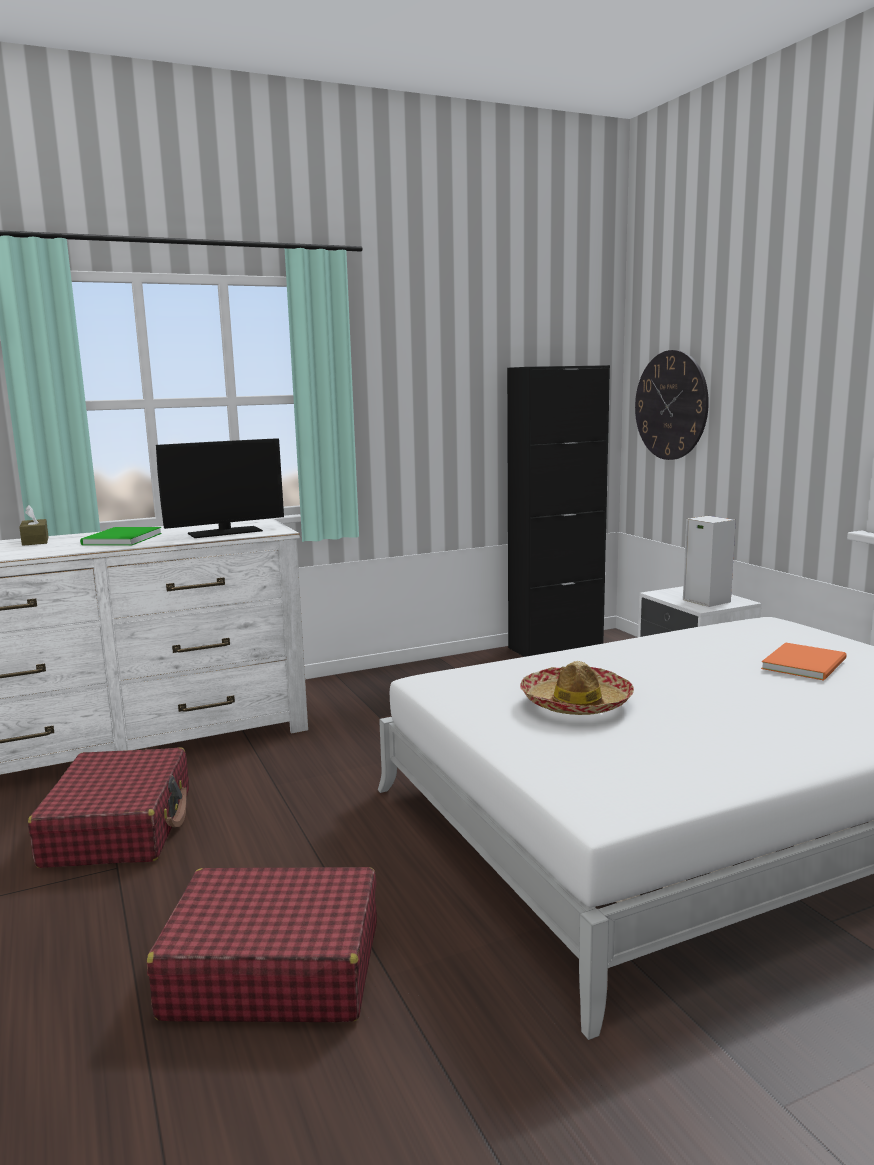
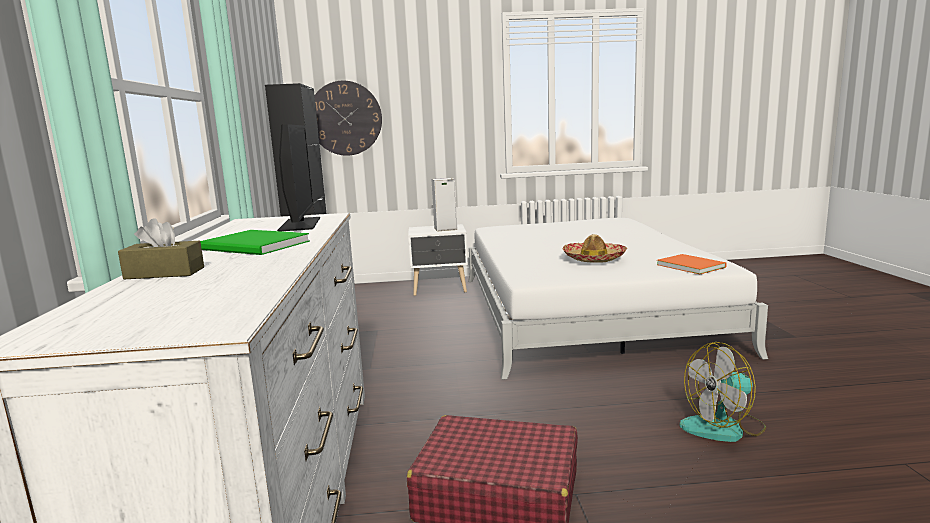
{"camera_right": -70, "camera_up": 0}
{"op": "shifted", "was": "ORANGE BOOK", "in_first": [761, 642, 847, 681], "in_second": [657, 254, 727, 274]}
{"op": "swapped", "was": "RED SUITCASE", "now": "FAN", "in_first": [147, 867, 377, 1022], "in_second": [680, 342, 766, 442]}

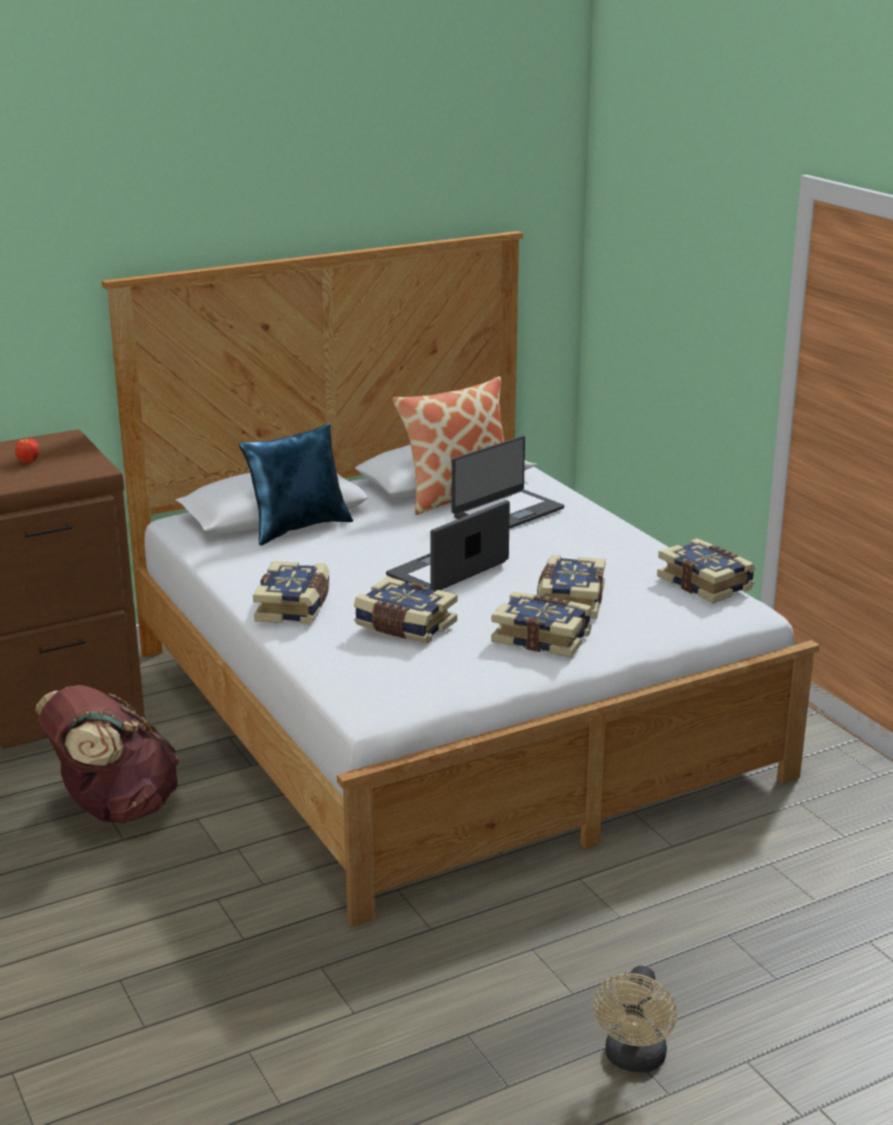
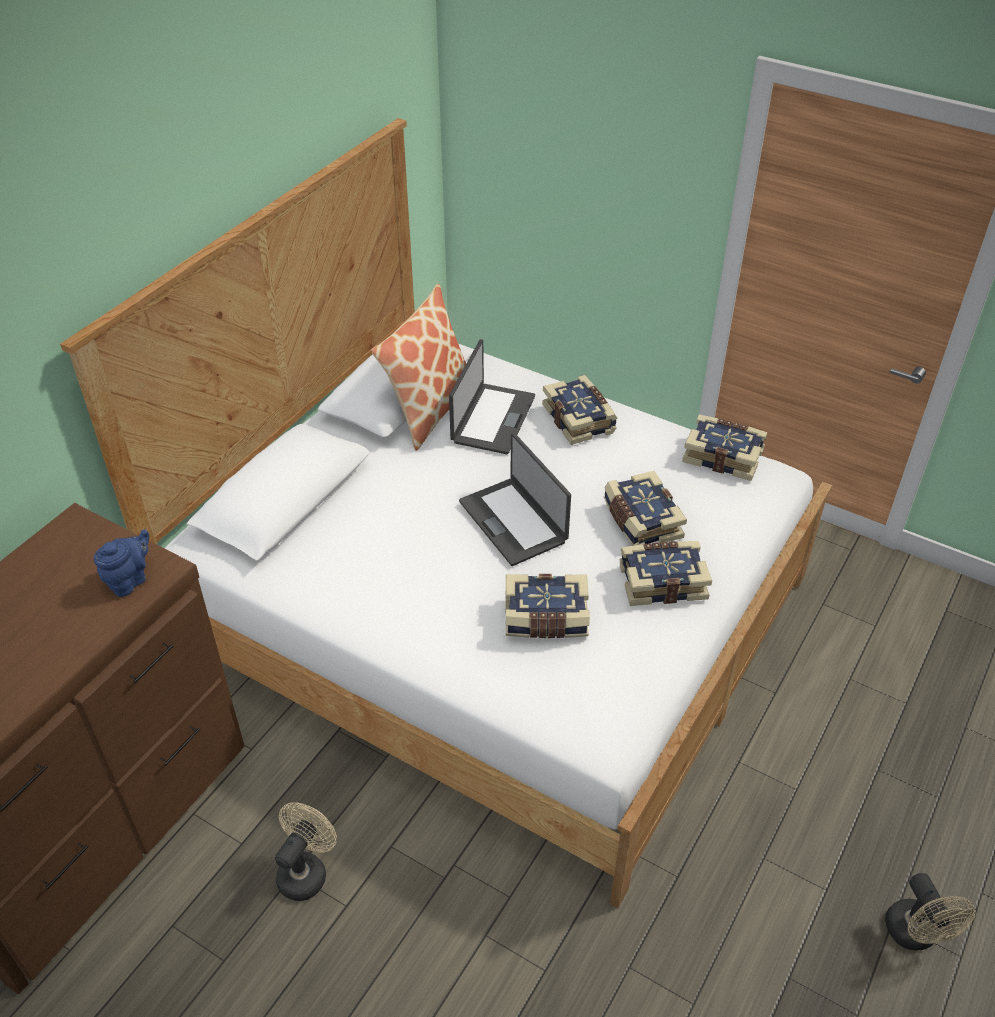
{"camera_right": -30, "camera_up": 20}
{"op": "new", "now": "BLUE TEAPOT", "in_second": [93, 529, 149, 597]}
{"op": "swapped", "was": "BROWN BACKPACK", "now": "BEIGE FAN", "in_first": [36, 685, 180, 823], "in_second": [275, 802, 337, 901]}
{"op": "rotated", "was": "LAPTOP", "in_first": [386, 500, 510, 591], "in_second": [459, 433, 571, 566], "clockwise": -45}
{"op": "shifted", "was": "BOOK", "in_first": [253, 561, 330, 625], "in_second": [542, 375, 617, 445]}
{"op": "gone", "was": "APPLE", "in_first": [15, 438, 39, 463]}
{"op": "gone", "was": "BLUE PILLOW", "in_first": [239, 423, 353, 546]}

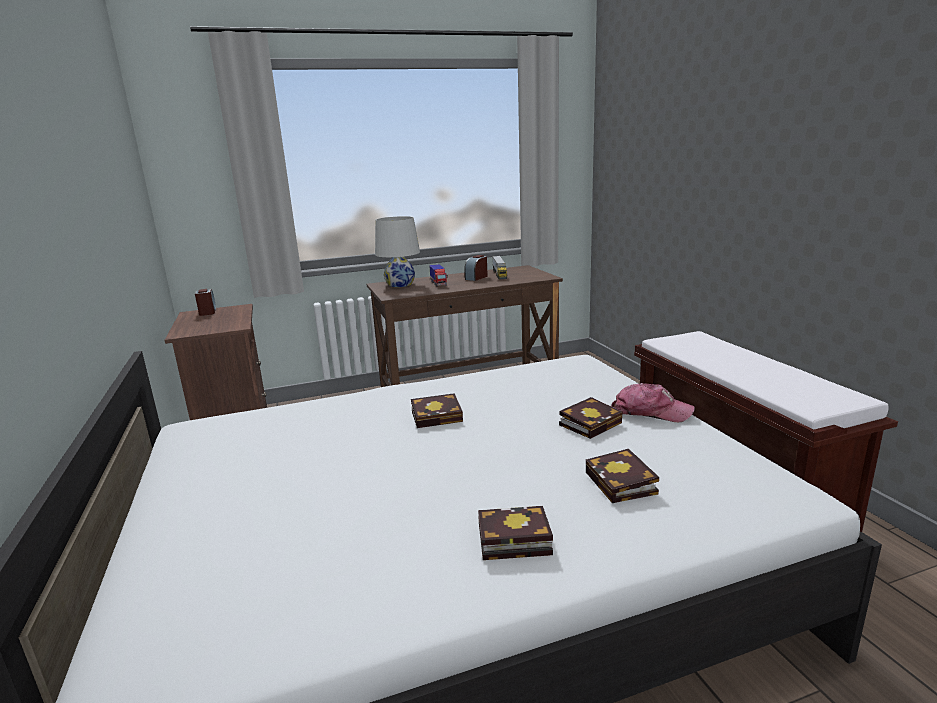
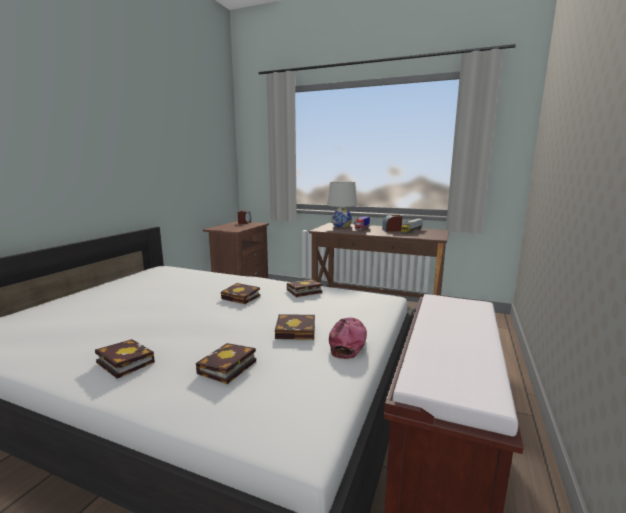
{"camera_right": 40, "camera_up": -5}
{"op": "new", "now": "BOOK", "in_second": [287, 279, 322, 297]}
{"op": "rotated", "was": "CAP", "in_first": [611, 383, 695, 422], "in_second": [329, 317, 367, 359], "clockwise": -135}

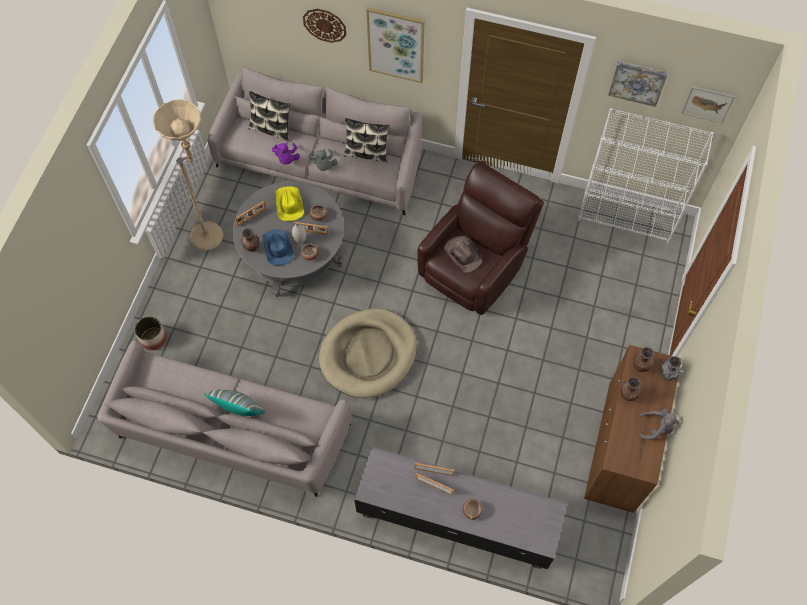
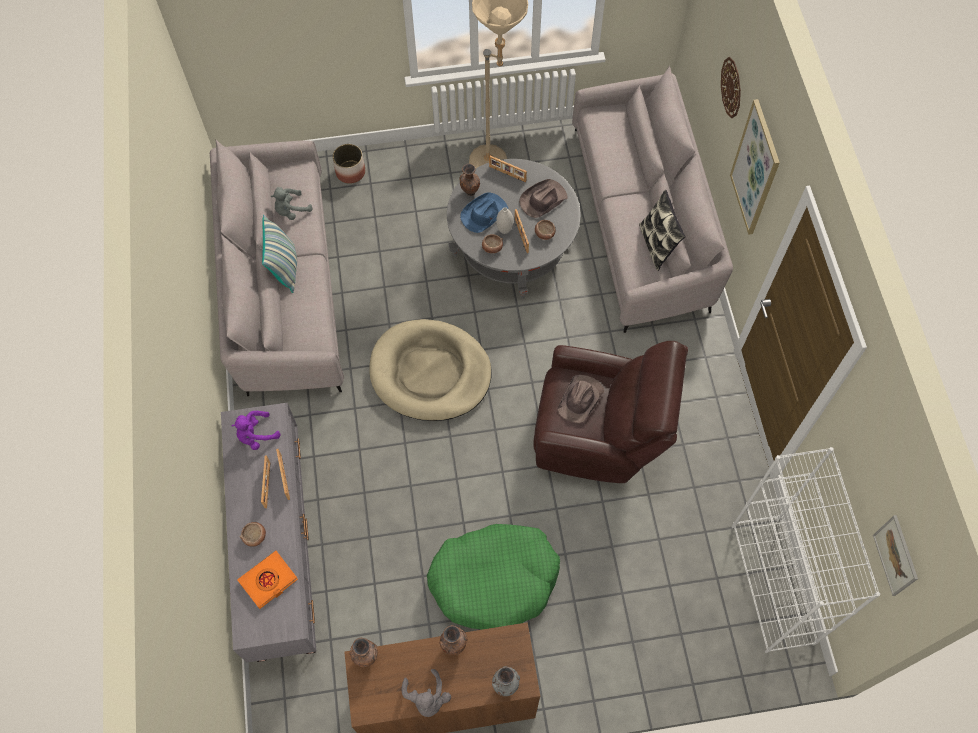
{"camera_right": 65, "camera_up": 0}
{"op": "shifted", "was": "PURPLE PLUSH TOY", "in_first": [272, 142, 300, 165], "in_second": [231, 411, 280, 450]}
{"op": "new", "now": "ORANGE BOOK", "in_second": [237, 550, 298, 609]}
{"op": "shifted", "was": "GREY PLUSH TOY", "in_first": [309, 149, 338, 171], "in_second": [271, 187, 313, 220]}
{"op": "shifted", "was": "BROWN VASE", "in_first": [633, 347, 654, 372], "in_second": [350, 638, 378, 667]}
{"op": "new", "now": "GREEN DOG BED", "in_second": [427, 524, 560, 630]}
{"op": "repainted", "was": "YELLOW HAT", "now": "BROWN HAT", "in_first": [275, 186, 304, 221], "in_second": [519, 179, 567, 218]}
{"op": "gone", "was": "PILLOW", "in_first": [248, 91, 291, 142]}
{"op": "gone", "was": "PICTURE", "in_first": [608, 61, 668, 107]}

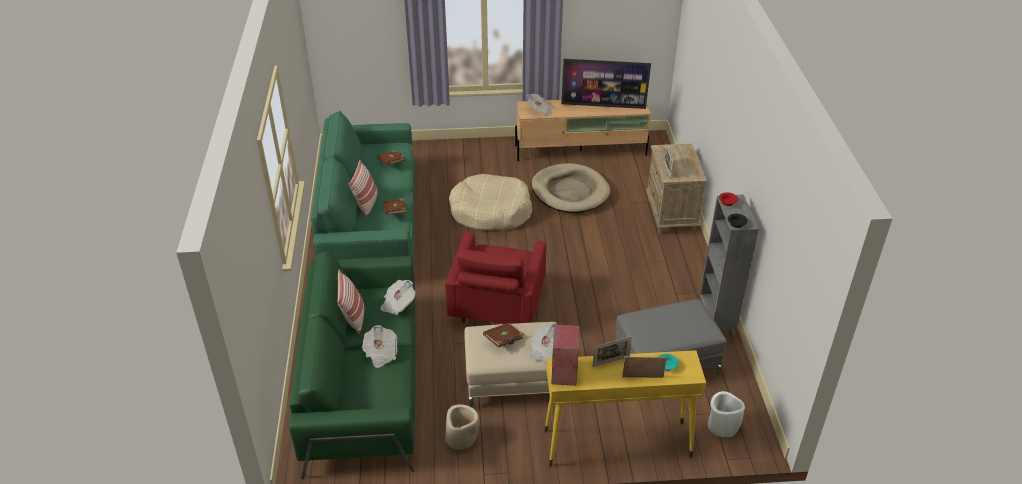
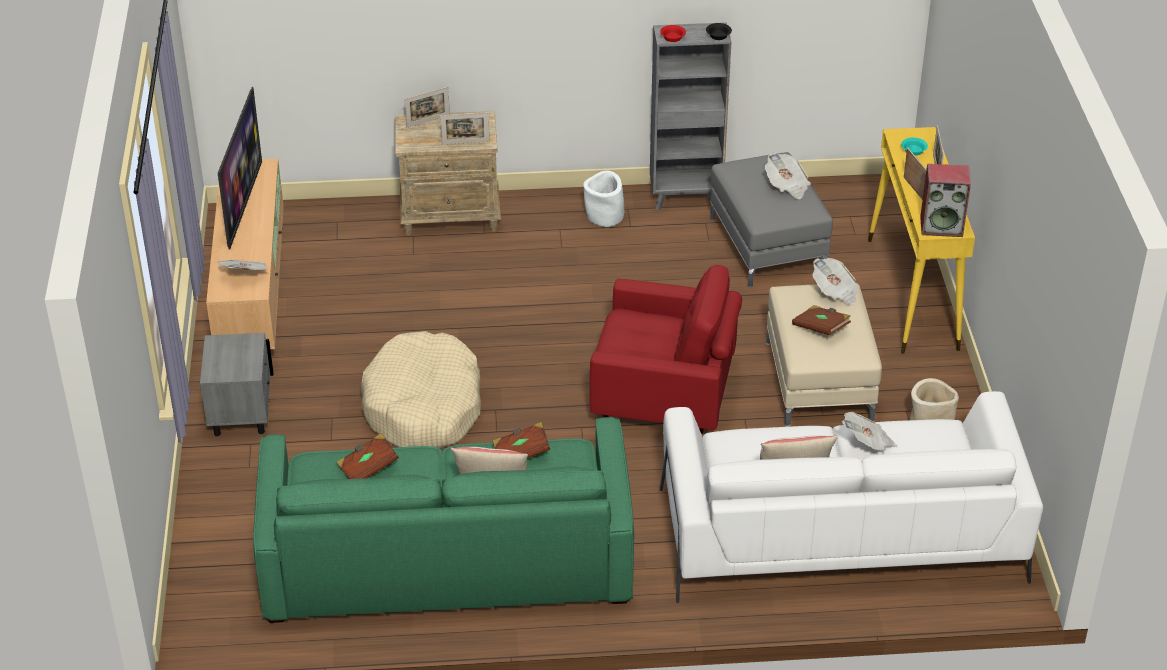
{"camera_right": -90, "camera_up": 0}
{"op": "new", "now": "GREY NIGHTSTAND", "in_second": [200, 333, 270, 437]}
{"op": "new", "now": "PICTURE FRAME", "in_second": [404, 87, 450, 127]}
{"op": "shifted", "was": "WHITE PLANTER", "in_first": [708, 391, 745, 437], "in_second": [583, 171, 624, 227]}
{"op": "repainted", "was": "GREEN SOFA", "now": "WHITE SOFA", "in_first": [289, 252, 415, 479], "in_second": [660, 391, 1043, 603]}
{"op": "shifted", "was": "NEWSPAPER", "in_first": [380, 280, 415, 315], "in_second": [764, 153, 811, 199]}
{"op": "gone", "was": "BEIGE DOG BED", "in_first": [532, 163, 610, 213]}

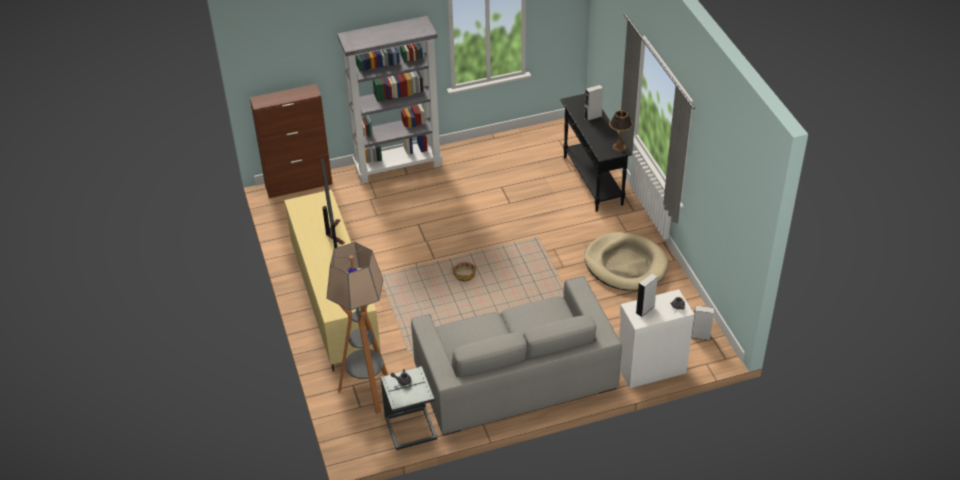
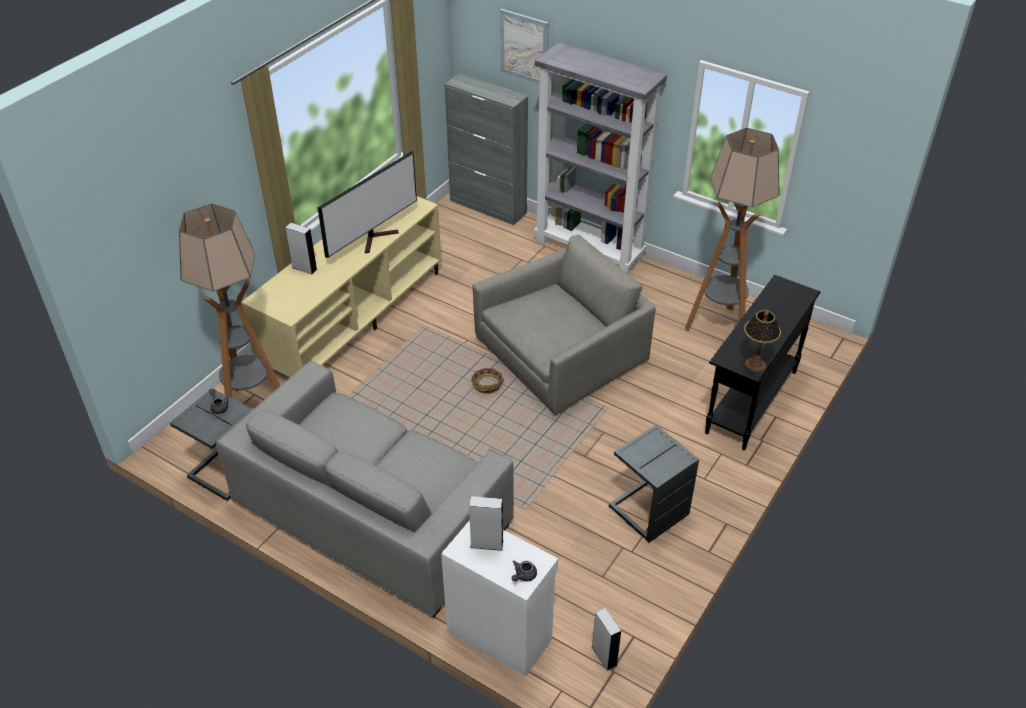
{"camera_right": 50, "camera_up": 0}
{"op": "shifted", "was": "GREY SPEAKER", "in_first": [584, 85, 604, 121], "in_second": [285, 223, 317, 274]}
{"op": "repainted", "was": "BROWN CABINET", "now": "GREY CABINET", "in_first": [250, 84, 332, 198], "in_second": [444, 73, 528, 225]}
{"op": "new", "now": "GREY ARMCHAIR", "in_second": [472, 235, 656, 415]}
{"op": "new", "now": "PICTURE", "in_second": [500, 9, 549, 84]}
{"op": "swapped", "was": "BEIGE DOG BED", "now": "GREY SIDE TABLE", "in_first": [584, 232, 669, 291], "in_second": [609, 425, 699, 543]}
{"op": "new", "now": "FLOOR LAMP", "in_second": [685, 128, 780, 331]}

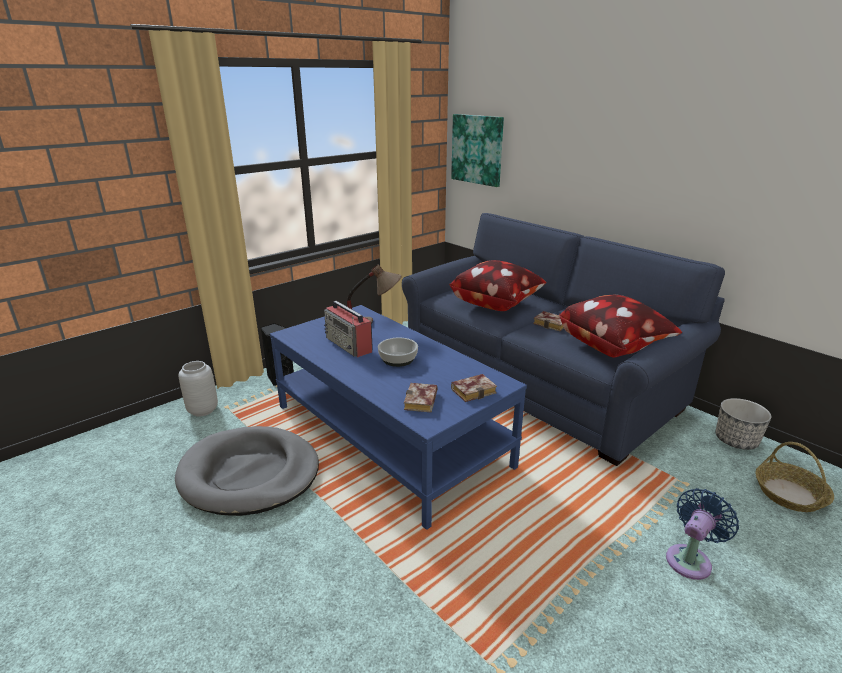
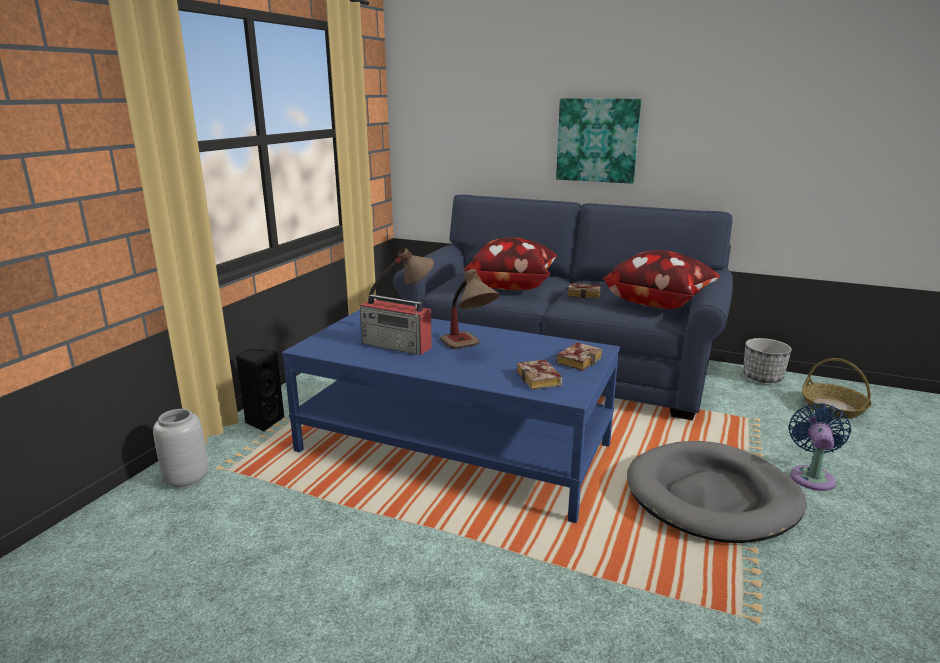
{"camera_right": -25, "camera_up": -5}
{"op": "swapped", "was": "BOWL", "now": "TABLE LAMP", "in_first": [378, 338, 418, 367], "in_second": [440, 269, 499, 349]}
{"op": "shifted", "was": "PICTURE", "in_first": [451, 114, 504, 187], "in_second": [556, 98, 642, 184]}
{"op": "shifted", "was": "GREY DOG BED", "in_first": [175, 426, 319, 516], "in_second": [627, 441, 807, 543]}

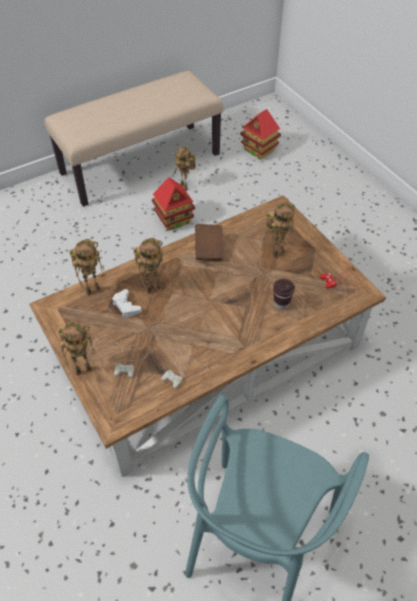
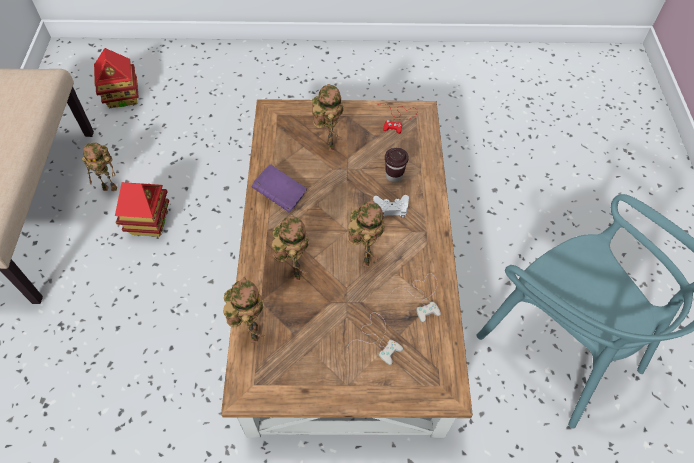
{"camera_right": -60, "camera_up": 5}
{"op": "repainted", "was": "BROWN BOOK", "now": "PURPLE BOOK", "in_first": [195, 224, 224, 261], "in_second": [251, 164, 307, 213]}
{"op": "shifted", "was": "TOY ROBOT", "in_first": [59, 321, 96, 376], "in_second": [348, 200, 385, 267]}
{"op": "shifted", "was": "WHITE GAME CONTROLLER", "in_first": [112, 289, 142, 318], "in_second": [373, 195, 409, 218]}

